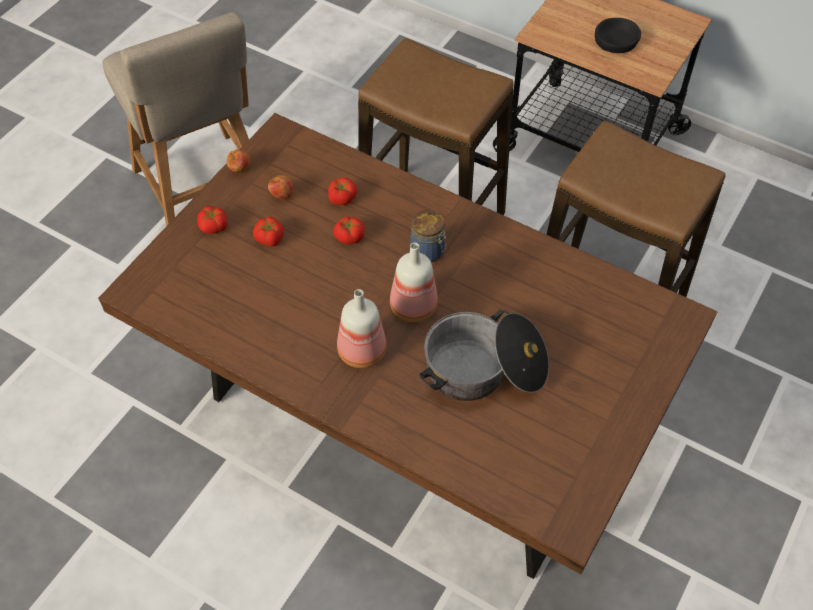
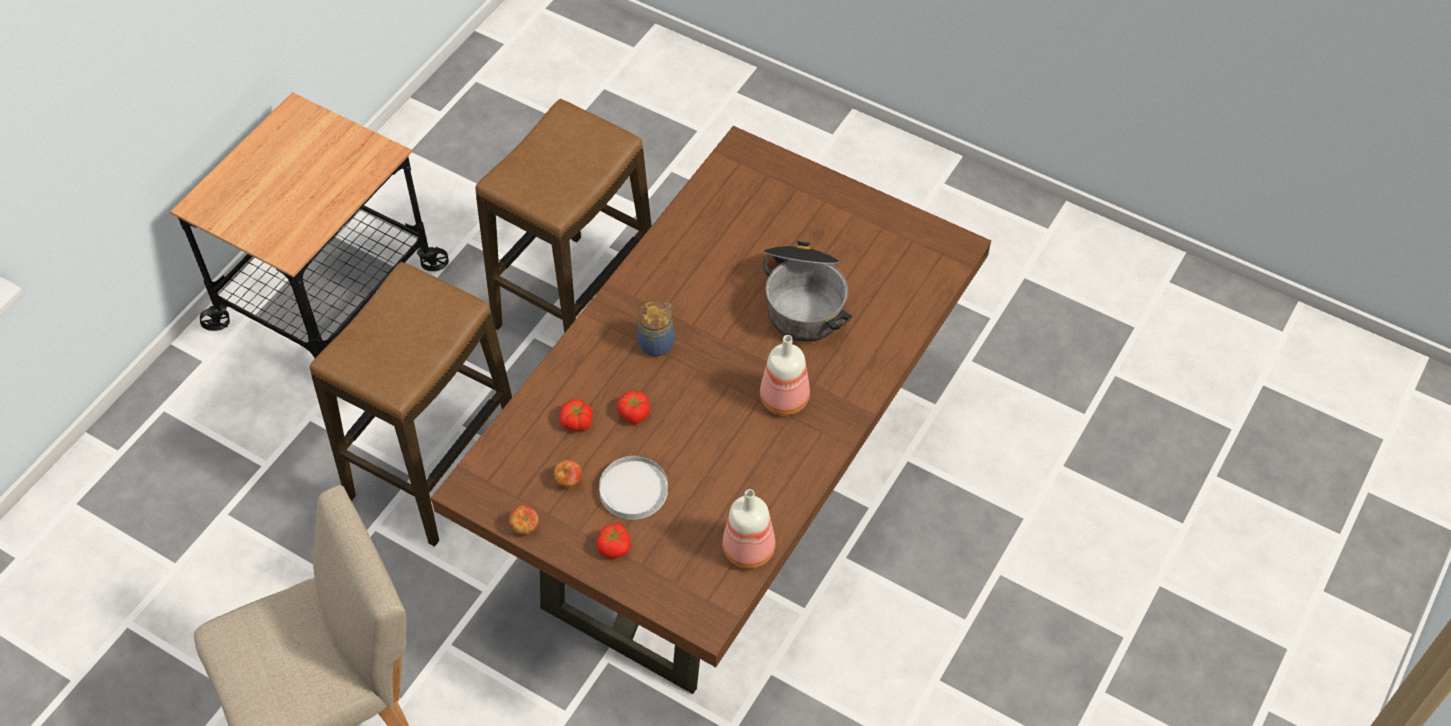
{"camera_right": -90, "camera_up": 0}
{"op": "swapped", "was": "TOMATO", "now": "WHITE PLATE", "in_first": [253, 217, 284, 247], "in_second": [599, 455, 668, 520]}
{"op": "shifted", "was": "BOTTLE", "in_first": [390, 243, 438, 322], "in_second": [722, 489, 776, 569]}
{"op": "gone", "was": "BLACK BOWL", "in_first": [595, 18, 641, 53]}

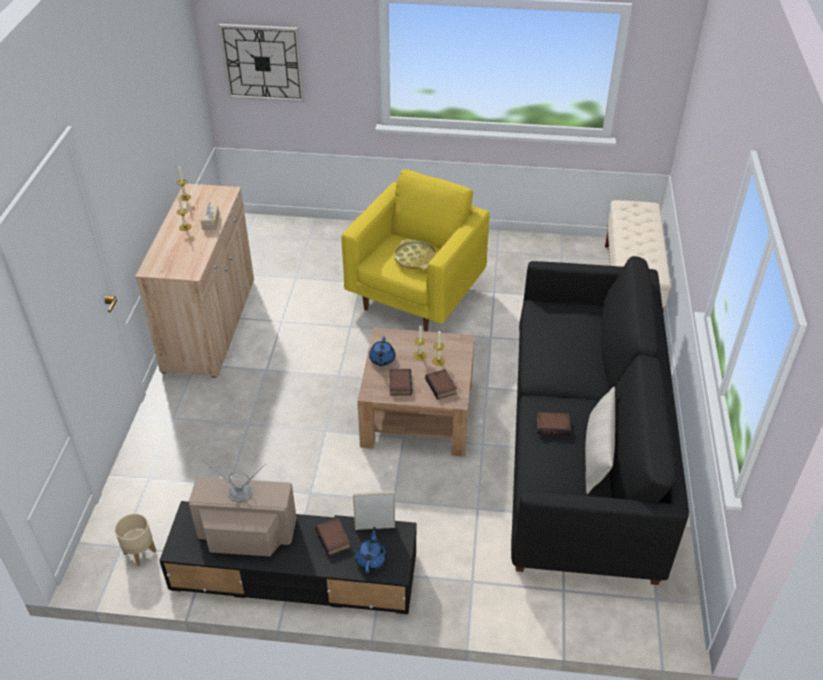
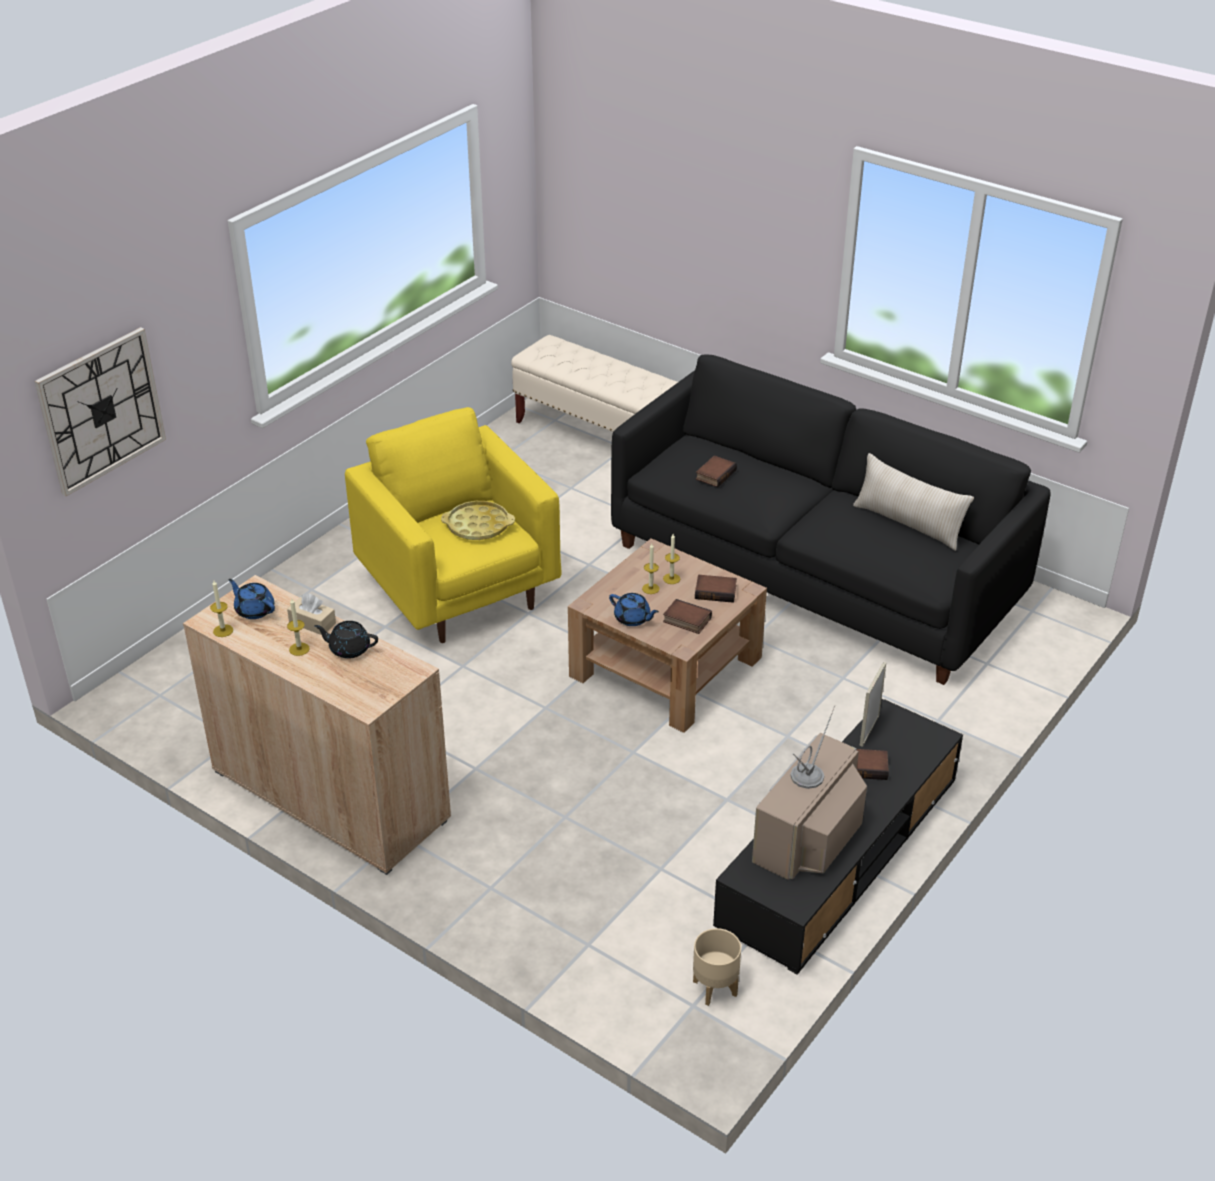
{"camera_right": -60, "camera_up": -5}
{"op": "shifted", "was": "BLUE TEAPOT", "in_first": [355, 527, 386, 573], "in_second": [228, 579, 275, 619]}
{"op": "new", "now": "BLACK TEAPOT", "in_second": [314, 621, 378, 659]}
{"op": "shifted", "was": "BOOK", "in_first": [537, 412, 571, 436], "in_second": [696, 455, 737, 487]}

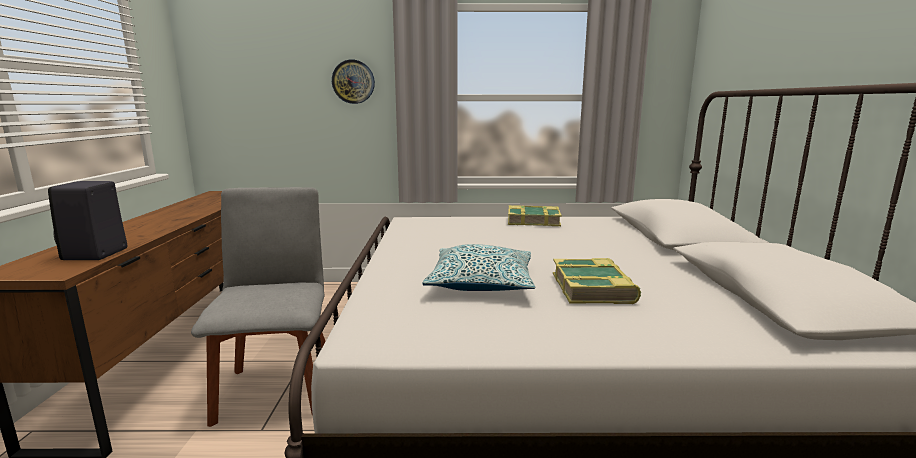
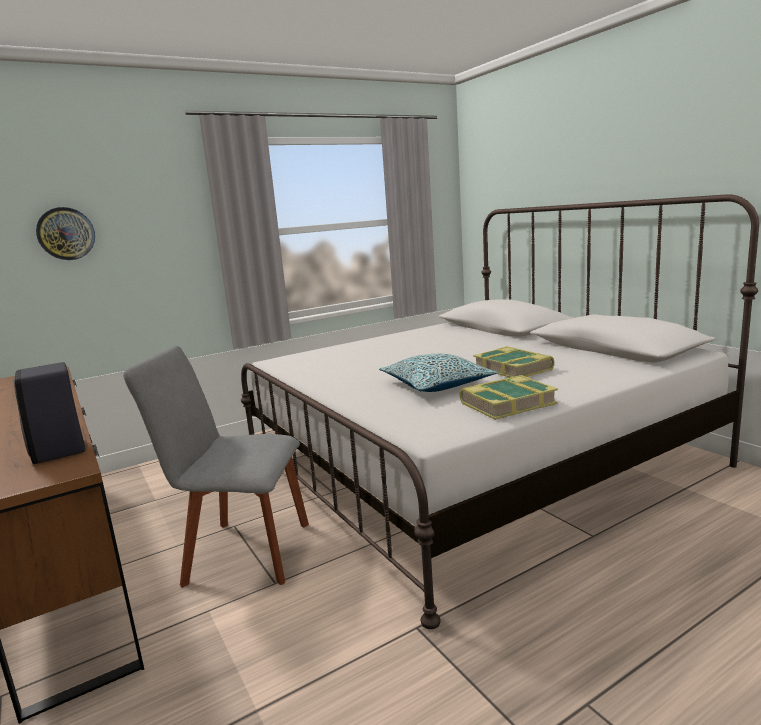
{"camera_right": -30, "camera_up": 0}
{"op": "shifted", "was": "WALL CLOCK", "in_first": [332, 60, 375, 104], "in_second": [36, 207, 95, 260]}
{"op": "rotated", "was": "GREY CHAIR", "in_first": [191, 187, 326, 427], "in_second": [123, 346, 309, 588], "clockwise": -45}
{"op": "shifted", "was": "BOOK", "in_first": [508, 205, 562, 226], "in_second": [460, 375, 558, 420]}

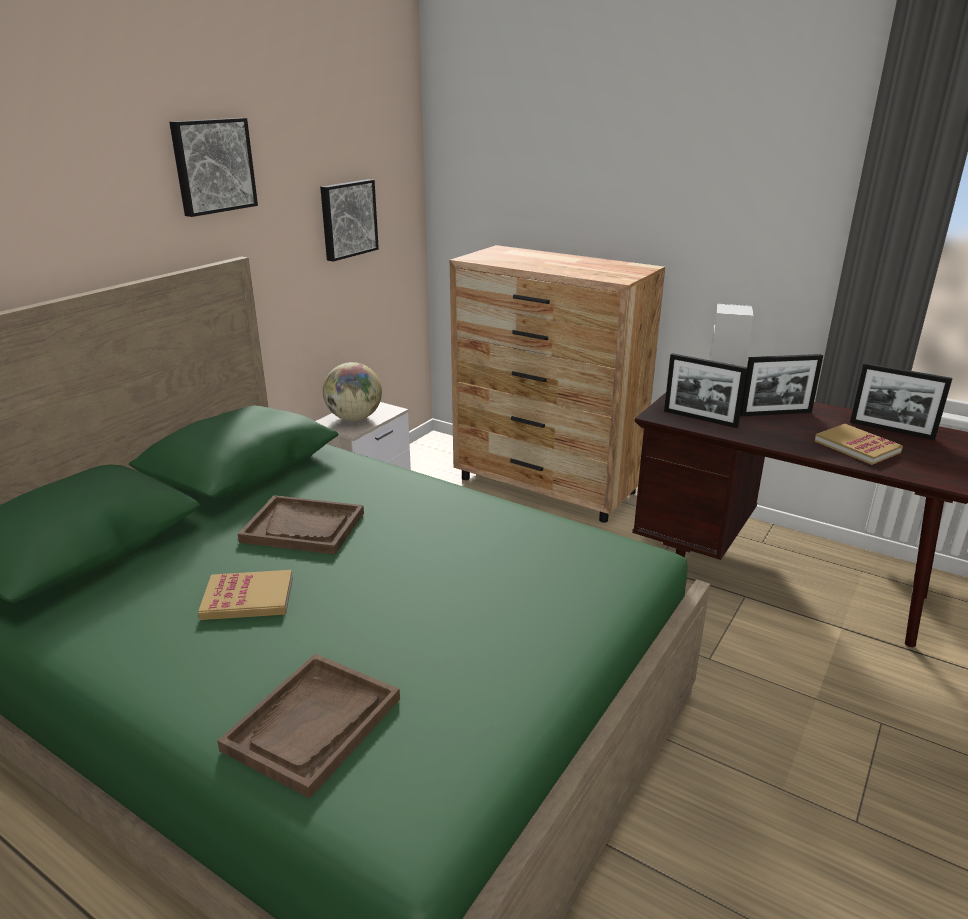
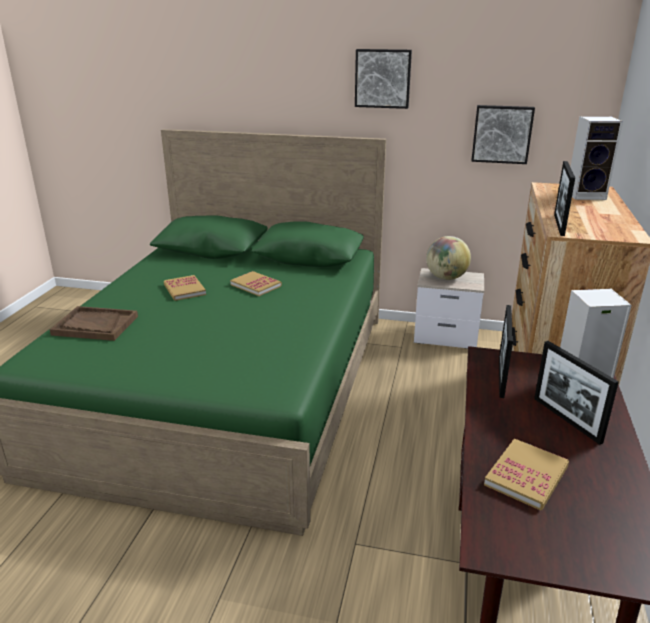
{"camera_right": 70, "camera_up": 0}
{"op": "swapped", "was": "BROWN TRAY", "now": "BOOK", "in_first": [238, 495, 364, 555], "in_second": [230, 271, 282, 296]}
{"op": "shifted", "was": "PICTURE FRAME", "in_first": [850, 363, 952, 440], "in_second": [554, 161, 575, 236]}
{"op": "new", "now": "SPEAKER", "in_second": [571, 116, 623, 200]}

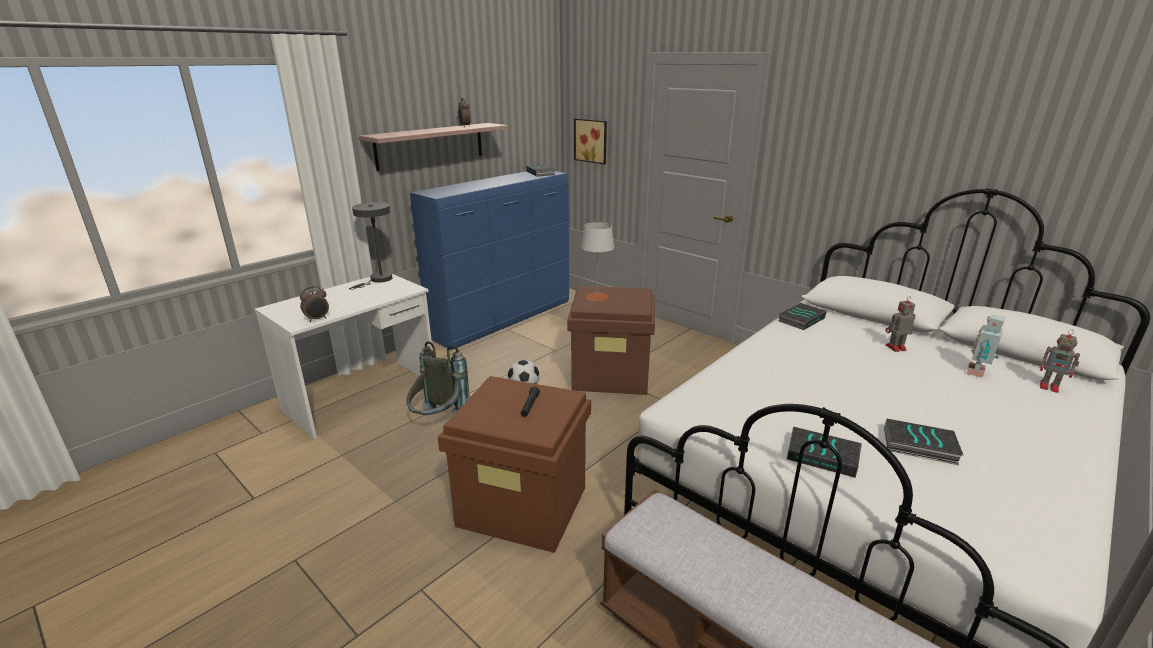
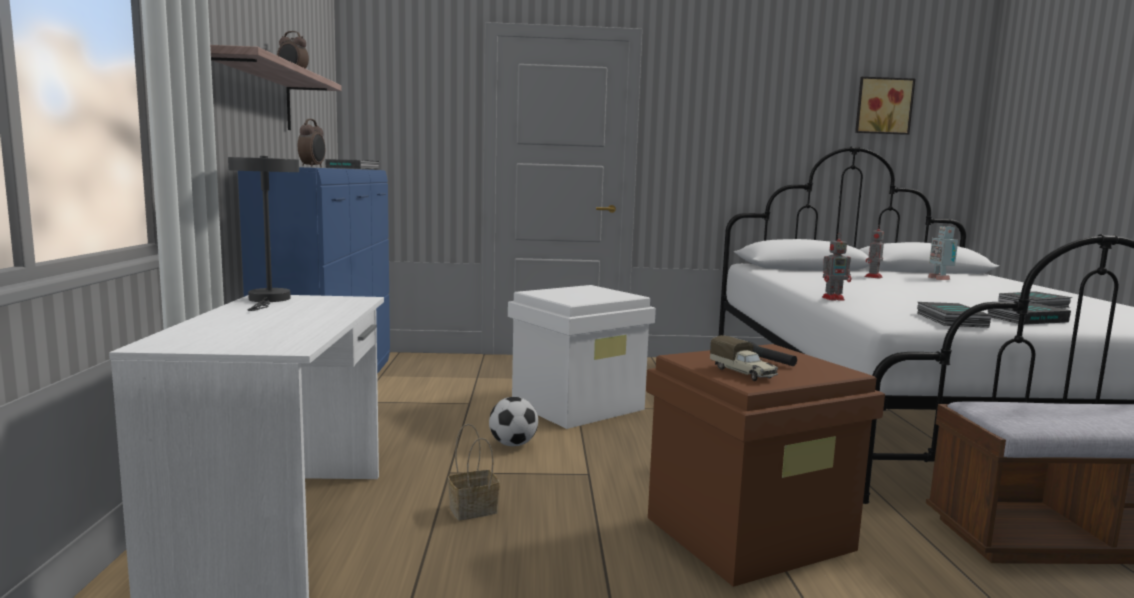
{"camera_right": -45, "camera_up": -15}
{"op": "shifted", "was": "ALARM CLOCK", "in_first": [300, 286, 329, 322], "in_second": [298, 119, 325, 167]}
{"op": "swapped", "was": "GREY BACKPACK", "now": "BASKET", "in_first": [406, 341, 470, 415], "in_second": [448, 424, 500, 520]}
{"op": "repainted", "was": "BROWN STORAGE BOX", "now": "WHITE STORAGE BOX", "in_first": [567, 286, 655, 395], "in_second": [508, 285, 656, 429]}
{"op": "new", "now": "TOY TRUCK", "in_second": [710, 335, 778, 381]}
{"op": "shifted", "was": "TOY ROBOT", "in_first": [1040, 329, 1080, 393], "in_second": [822, 235, 851, 301]}
{"op": "shifted", "was": "PICTURE", "in_first": [574, 118, 607, 164], "in_second": [855, 77, 915, 135]}
{"op": "shifted", "was": "BOOK", "in_first": [778, 303, 827, 330], "in_second": [917, 302, 992, 328]}
{"op": "gone", "was": "GREY TABLE LAMP", "in_first": [581, 222, 614, 301]}

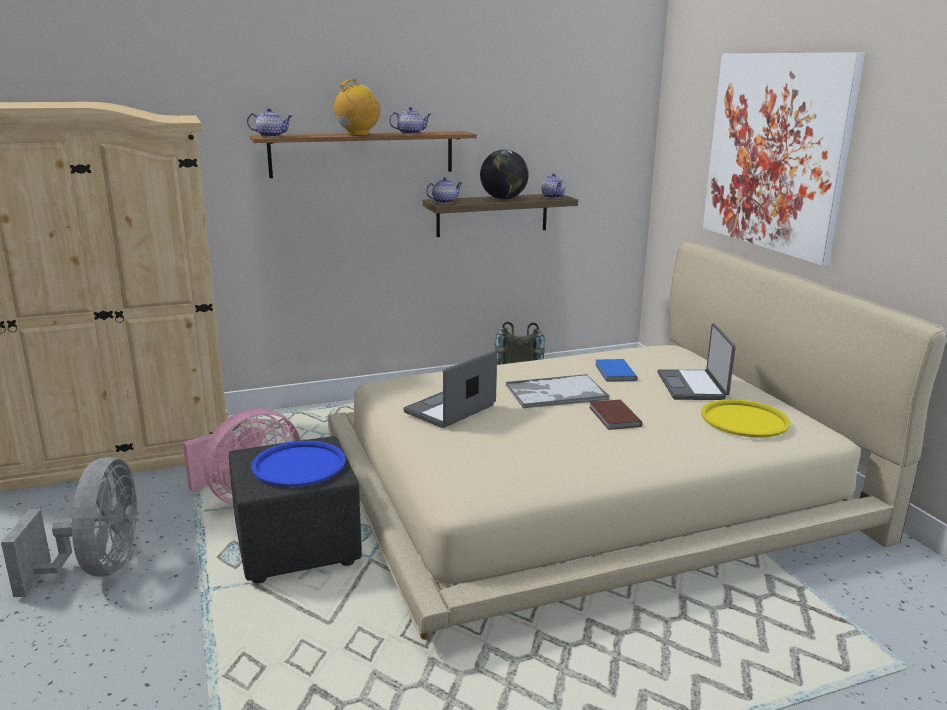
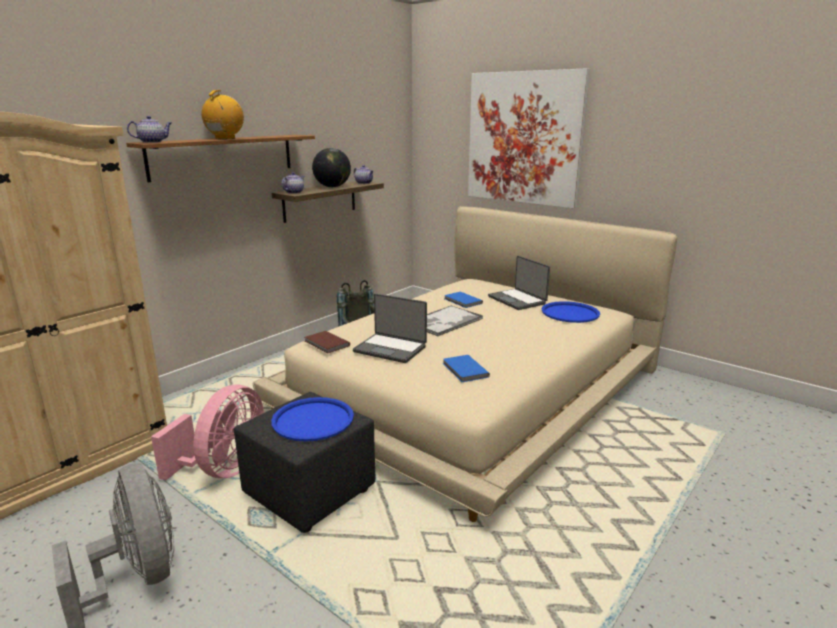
{"camera_right": -30, "camera_up": 0}
{"op": "shifted", "was": "BROWN BOOK", "in_first": [589, 400, 643, 430], "in_second": [305, 331, 350, 354]}
{"op": "rotated", "was": "LAPTOP", "in_first": [403, 350, 497, 428], "in_second": [353, 294, 427, 363], "clockwise": -75}
{"op": "new", "now": "BLUE BOOK", "in_second": [443, 355, 490, 382]}
{"op": "repainted", "was": "YELLOW TRAY", "now": "BLUE TRAY", "in_first": [701, 399, 791, 438], "in_second": [542, 301, 600, 323]}
{"op": "gone", "was": "TEAPOT", "in_first": [389, 107, 431, 134]}

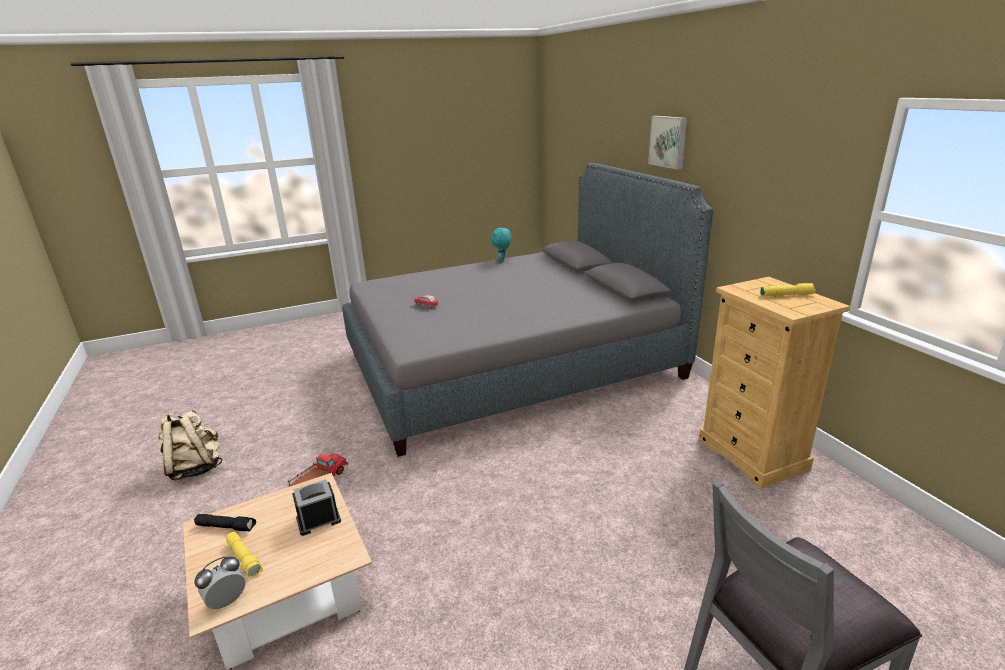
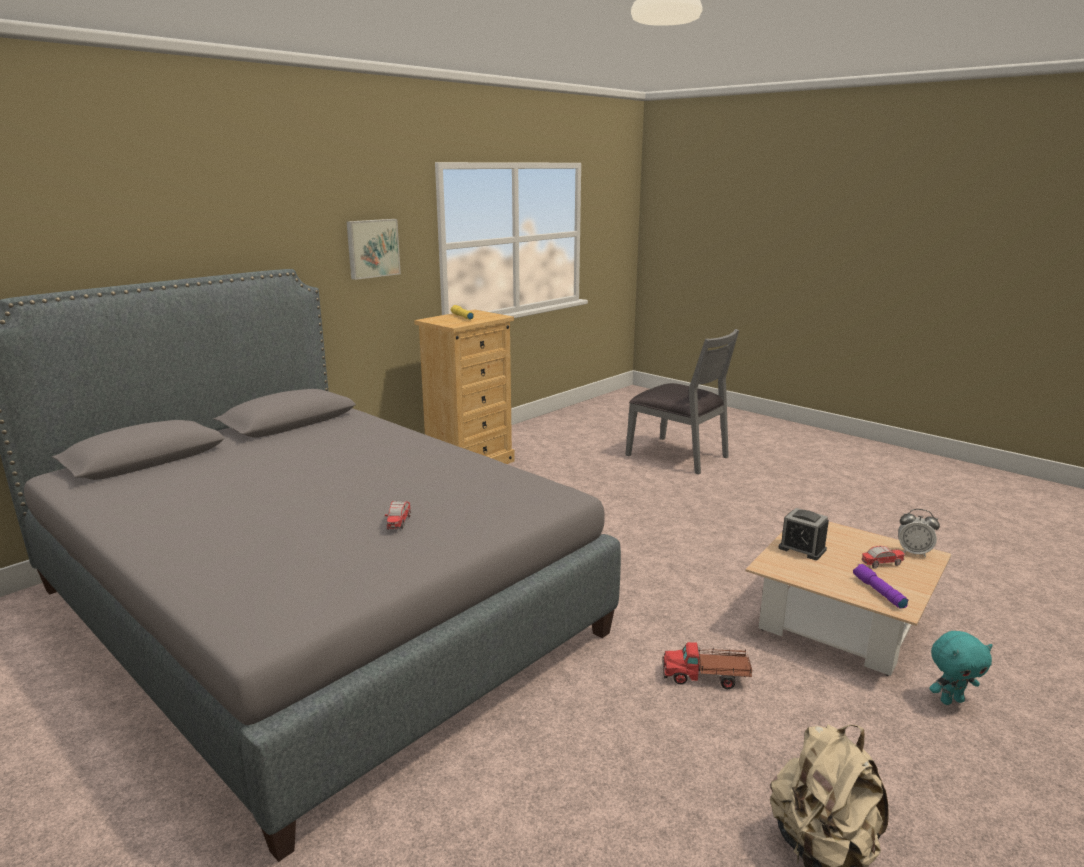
{"camera_right": -115, "camera_up": -5}
{"op": "shifted", "was": "PICTURE", "in_first": [648, 116, 687, 170], "in_second": [346, 219, 401, 280]}
{"op": "repainted", "was": "BLACK FLASHLIGHT", "now": "PURPLE FLASHLIGHT", "in_first": [194, 514, 256, 532], "in_second": [853, 564, 908, 609]}
{"op": "swapped", "was": "YELLOW FLASHLIGHT", "now": "TOY CAR", "in_first": [226, 532, 263, 578], "in_second": [862, 546, 905, 569]}
{"op": "shifted", "was": "TURQUOISE PLUSH TOY", "in_first": [491, 228, 512, 263], "in_second": [929, 631, 993, 705]}

